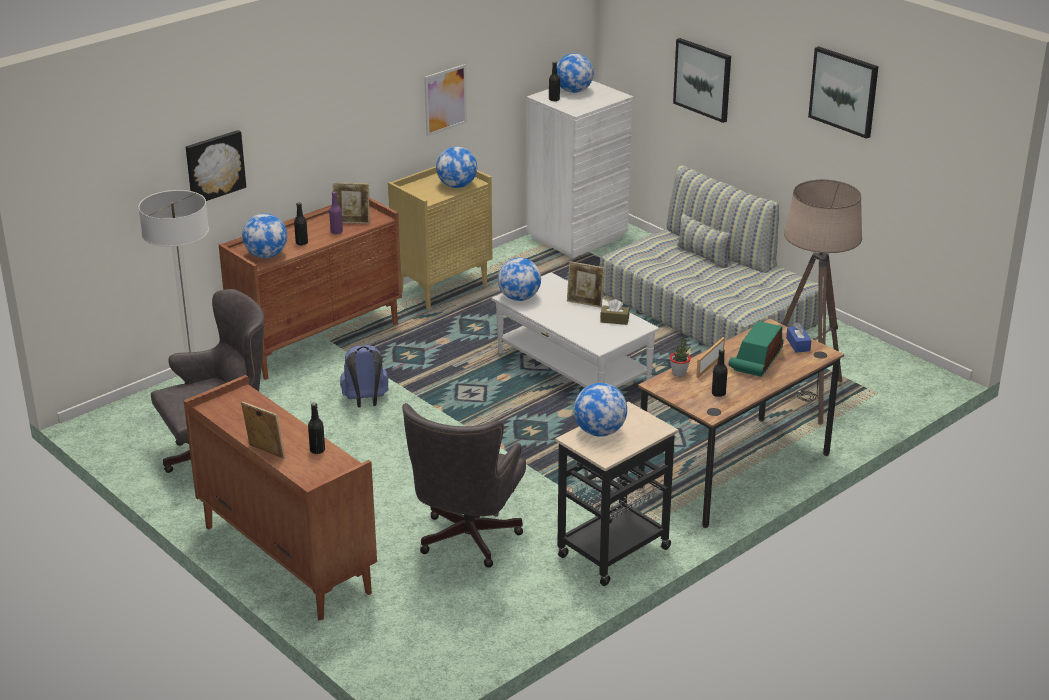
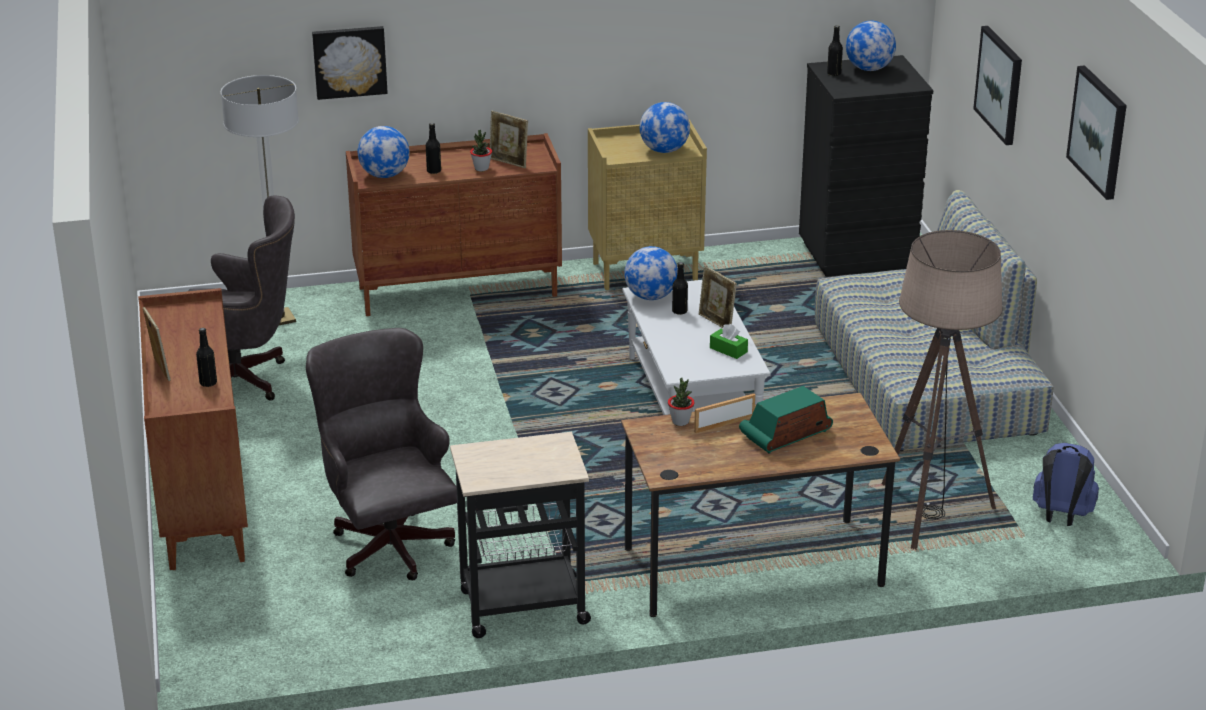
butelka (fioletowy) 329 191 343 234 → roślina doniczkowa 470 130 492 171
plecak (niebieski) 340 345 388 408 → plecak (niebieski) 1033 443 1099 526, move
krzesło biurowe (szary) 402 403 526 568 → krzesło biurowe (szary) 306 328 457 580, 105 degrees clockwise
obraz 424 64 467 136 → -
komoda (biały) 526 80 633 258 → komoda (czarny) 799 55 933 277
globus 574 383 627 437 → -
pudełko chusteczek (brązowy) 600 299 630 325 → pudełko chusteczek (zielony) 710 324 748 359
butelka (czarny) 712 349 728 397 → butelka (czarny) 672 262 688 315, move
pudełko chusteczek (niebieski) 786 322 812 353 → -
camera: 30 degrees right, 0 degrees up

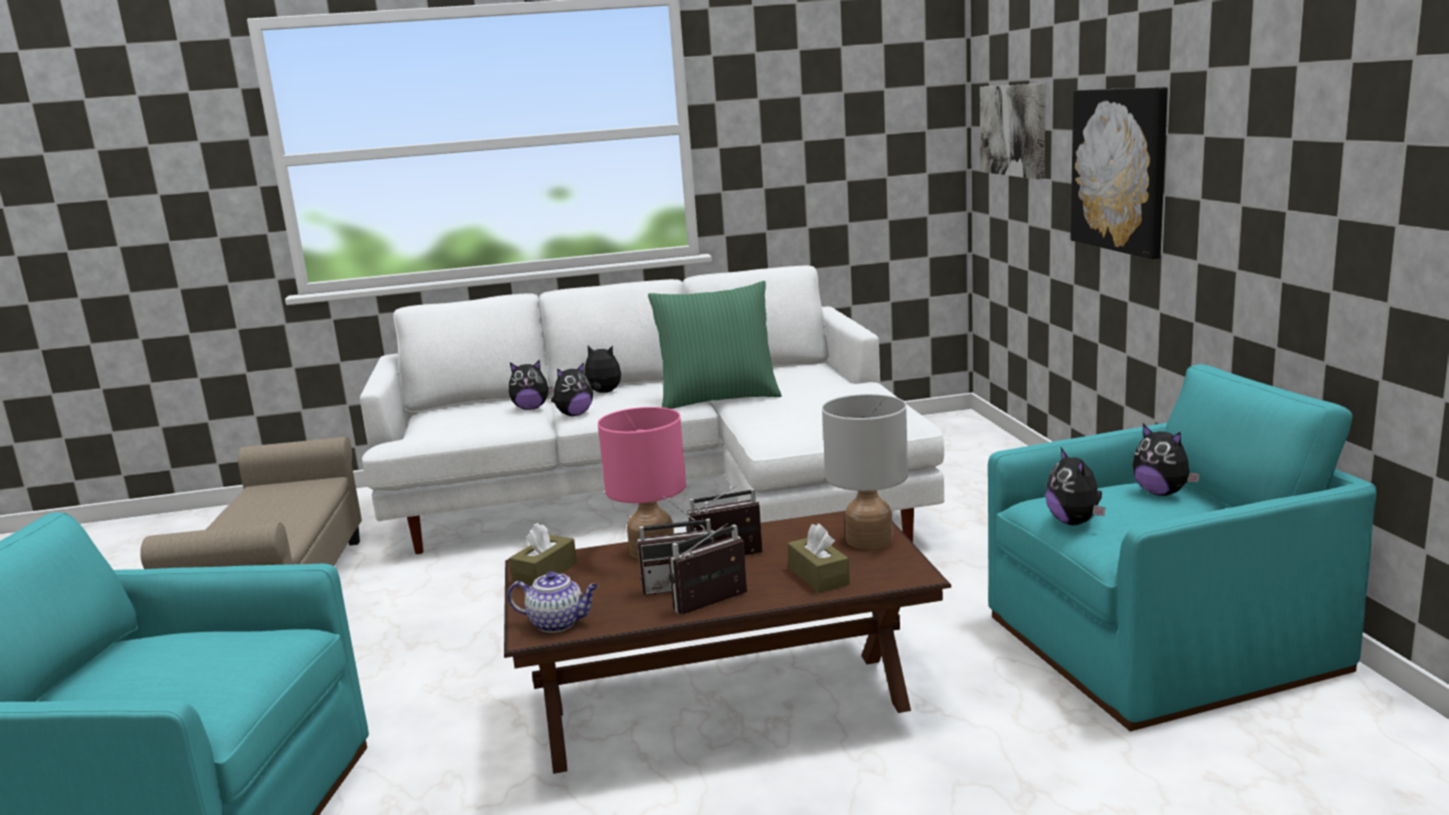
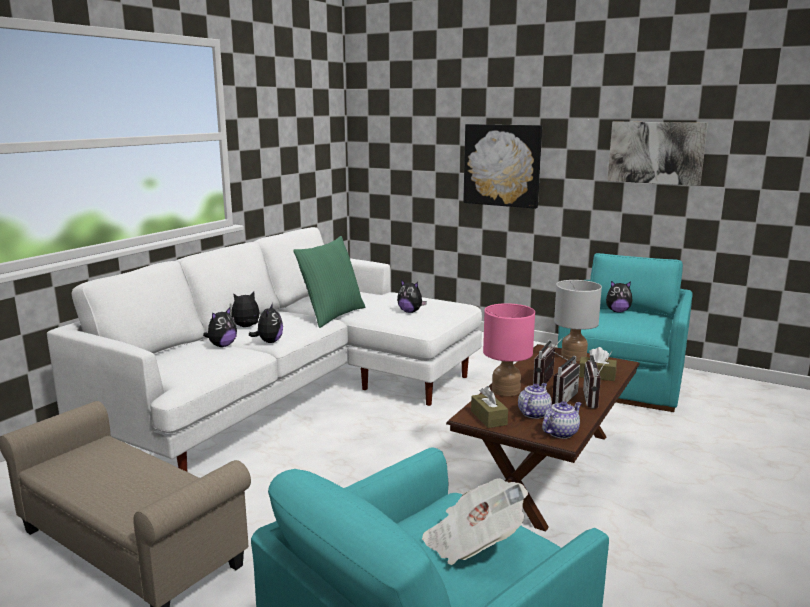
obraz 980 84 1046 179 → obraz 607 122 708 186, move
pluszak 1045 448 1105 525 → pluszak 397 280 427 313, move
- → gazeta 422 478 528 565
- → imbryk 518 383 552 419
camera: 50 degrees left, 0 degrees up

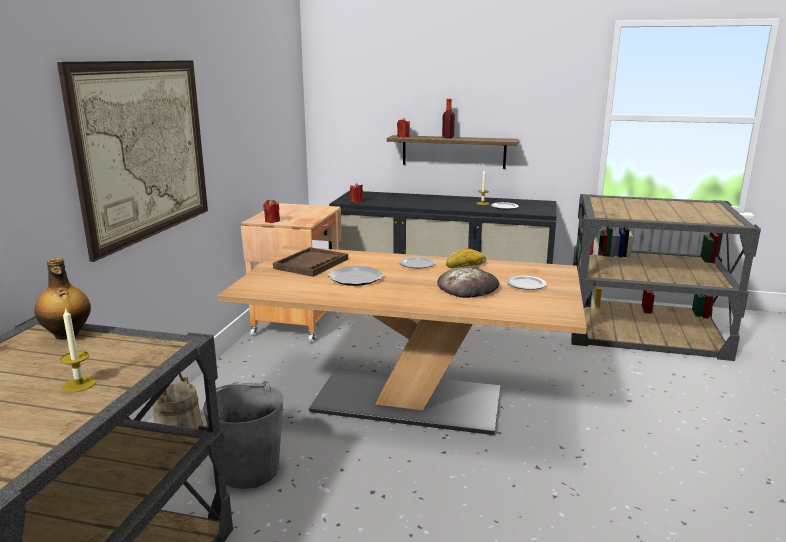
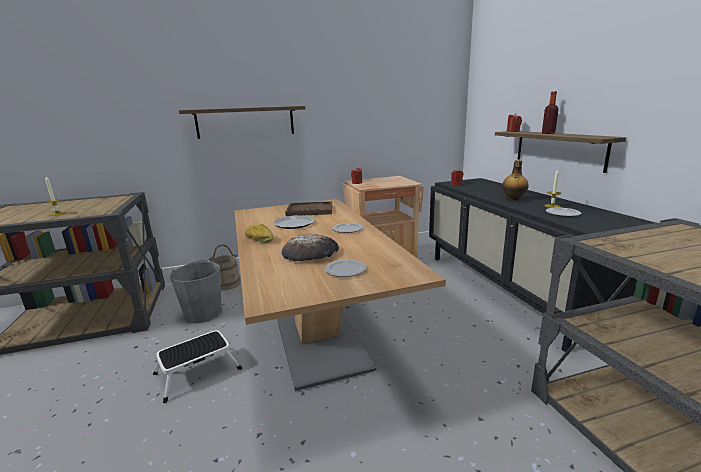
butelka 34 258 91 340 → butelka 502 160 529 201, move
obraz 57 60 208 262 → półka 179 106 305 139
chleb 446 248 486 268 → chleb 245 224 273 243, move
- → drabinka (czarny) 153 330 242 403
camera: 60 degrees right, 0 degrees up

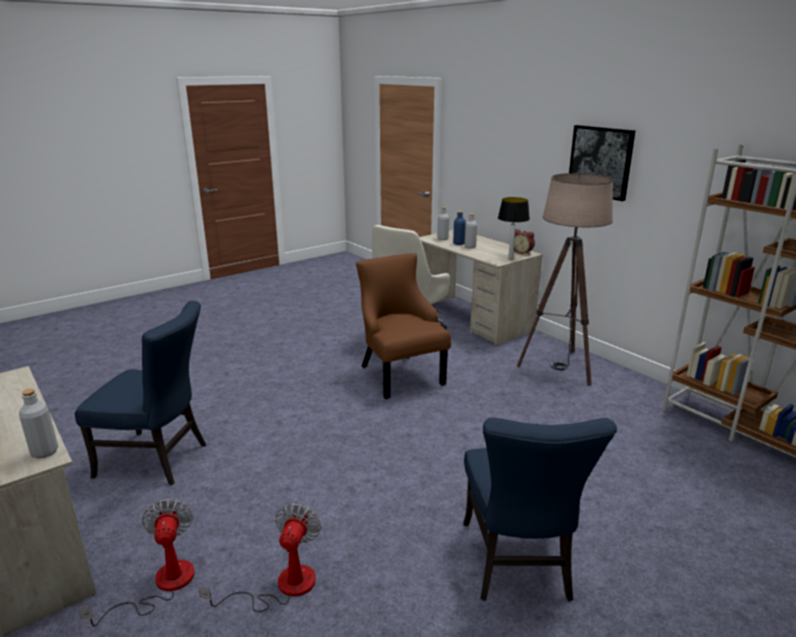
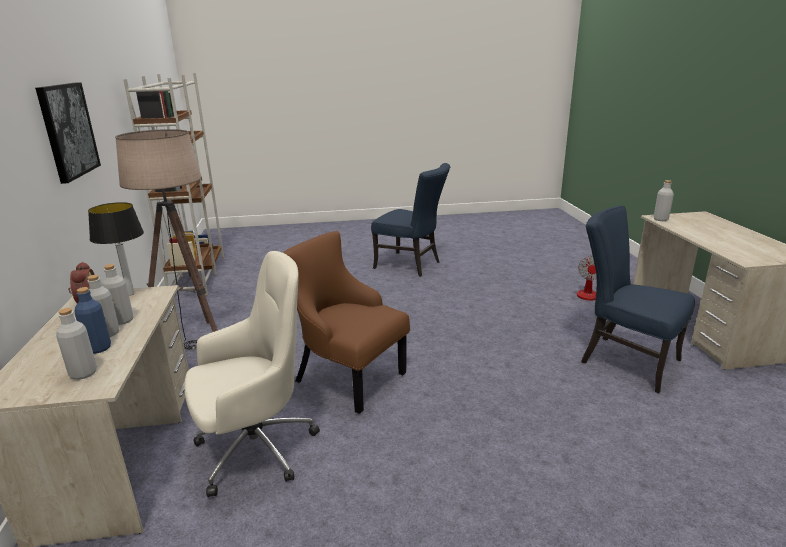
wentylator 199 503 321 612 → -
krzesło (brązowy) 356 254 451 399 → krzesło (brązowy) 283 231 410 414, 120 degrees clockwise
krzesło (niebieski) 463 418 617 602 → krzesło (niebieski) 371 163 450 277, 90 degrees clockwise
- → butelka (szary) 102 264 133 325
camera: 150 degrees left, 0 degrees up

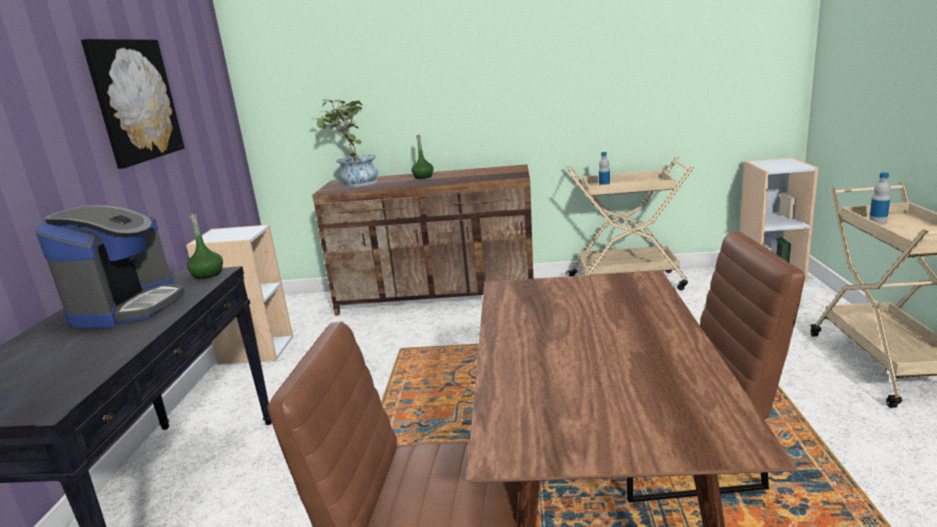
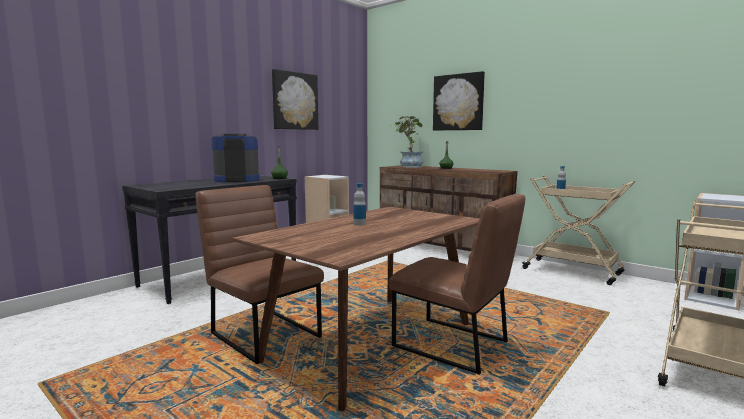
ekspres do kawy 36 205 185 328 → ekspres do kawy 211 134 259 182, 150 degrees counterclockwise
butelka 869 172 891 225 → butelka 353 183 366 226, move
- → obraz 433 71 485 130
camera: 35 degrees right, 10 degrees down

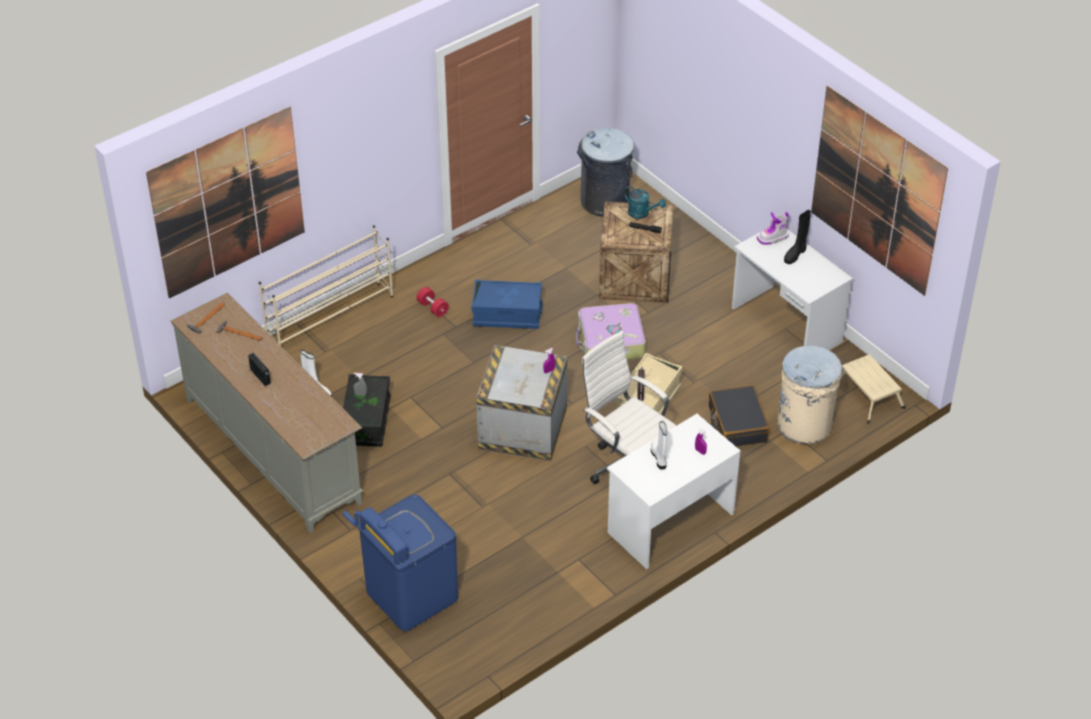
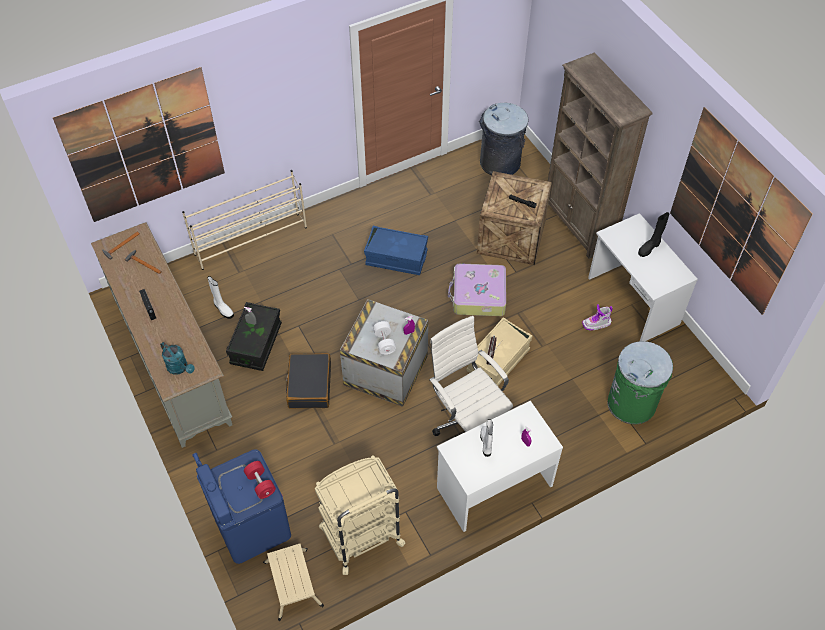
hantel (czerwony) 416 287 449 317 → hantel (czerwony) 244 461 276 499, move
konewka (turkusowy) 624 186 666 219 → konewka (turkusowy) 160 342 195 375, move
walizka (czarny) 709 385 769 447 → walizka (czarny) 285 353 331 408, move
but z cholewką 757 212 789 245 → but z cholewką 582 304 613 330, move
kosz na śmieci (beżowy) 777 345 842 444 → kosz na śmieci (zielony) 608 341 673 424
drabinka (beżowy) 841 354 906 424 → drabinka (beżowy) 263 544 324 621, move
- → wózek (beżowy) 315 455 405 575
- → hantel (biały) 373 321 396 355
- → regał (brązowy) 548 53 652 258
camera: 10 degrees right, 10 degrees up

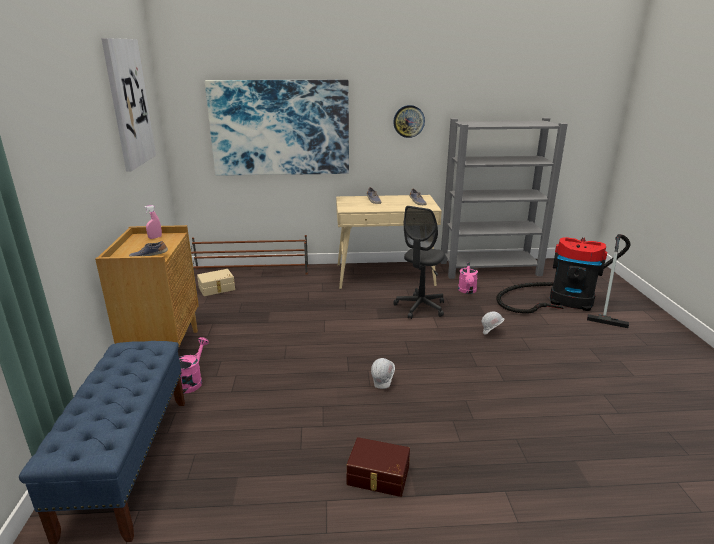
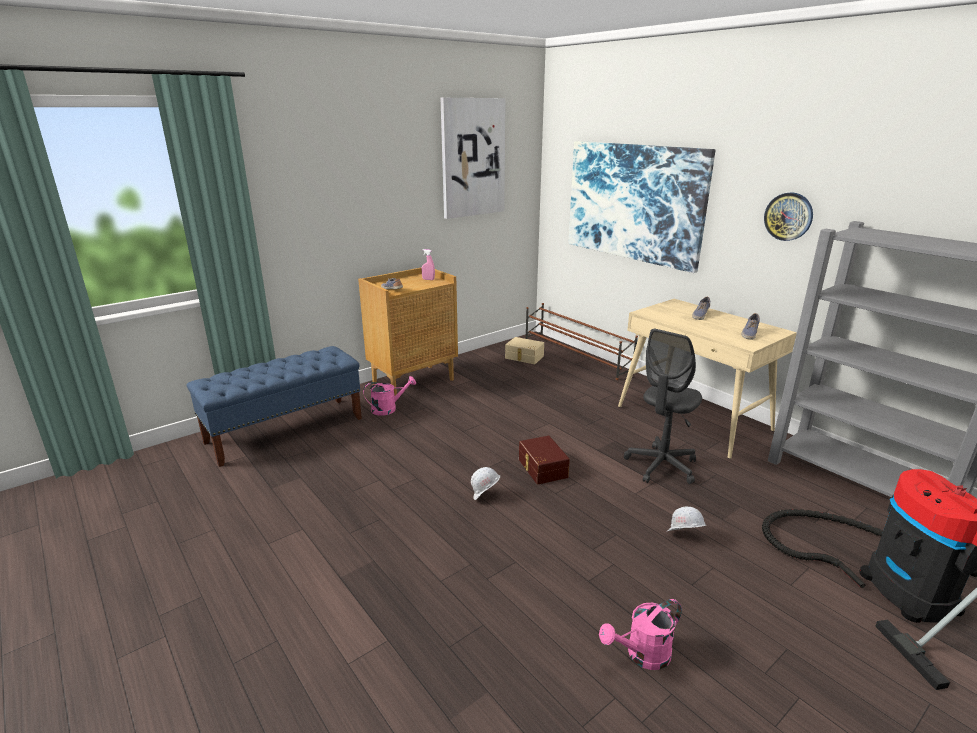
pojemnik do przechowywania (brązowy) 346 437 410 497 → pojemnik do przechowywania (brązowy) 519 436 570 484, move
krzesło biurowe (szary) 393 206 445 319 → krzesło biurowe (szary) 624 329 702 484, 45 degrees counterclockwise
konewka (różowy) 458 262 478 294 → konewka (różowy) 599 599 682 670, move
camera: 55 degrees right, 0 degrees up

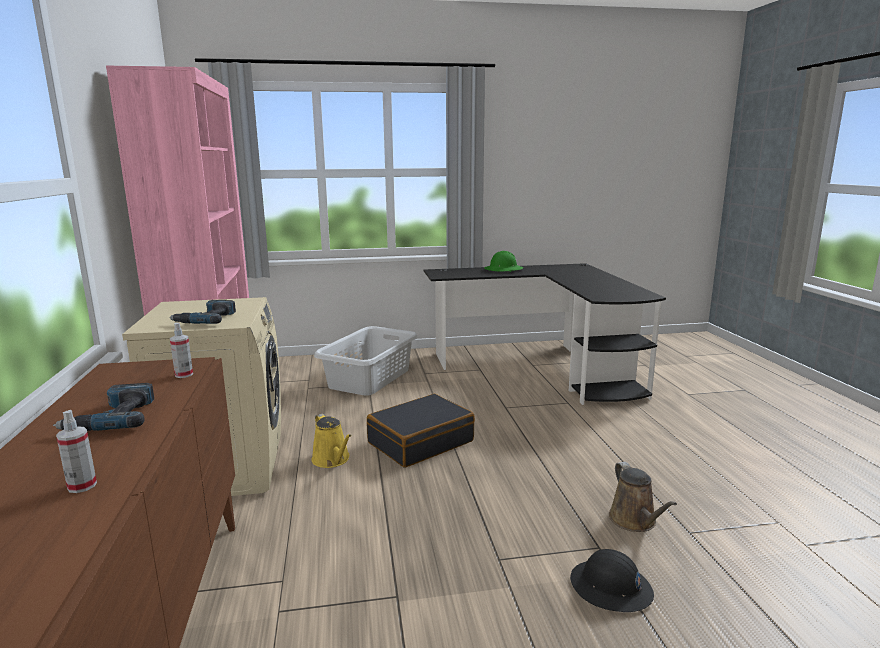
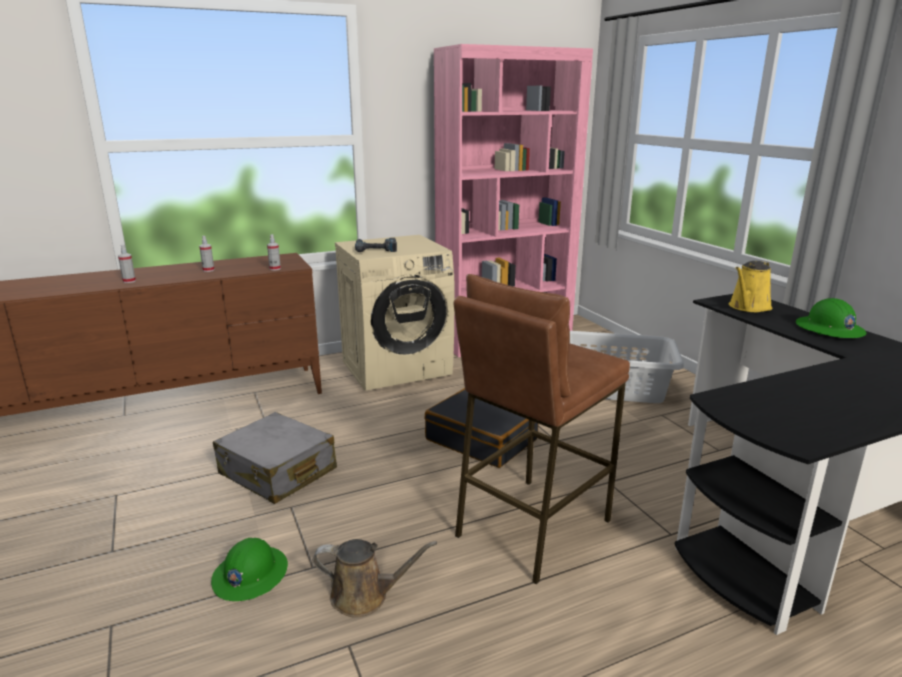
wiertarka 53 383 154 431 → spryskiwacz 199 236 214 272
konewka (żółty) 312 413 352 468 → konewka (żółty) 729 261 772 312, move
kask (czarny) 570 549 654 612 → kask (zielony) 211 538 288 601
konewka (brązowy) 609 462 677 532 → konewka (brązowy) 312 539 437 618, 150 degrees counterclockwise
- → walizka (szary) 213 412 337 504
- → stołek (brązowy) 454 274 630 584
camera: 75 degrees right, 5 degrees up

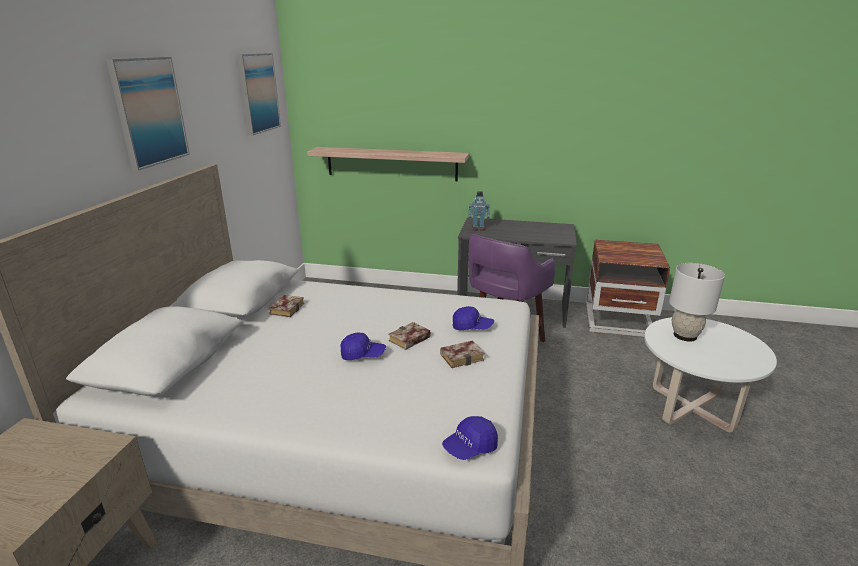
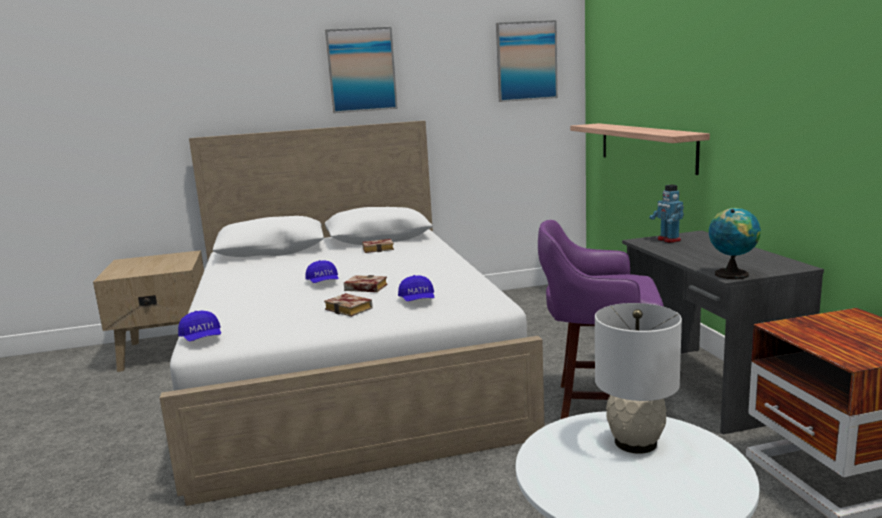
czapka z daszkiem (niebieski) 442 416 498 460 → czapka z daszkiem (niebieski) 178 311 221 341, 150 degrees counterclockwise
- → globus 709 208 761 279
camera: 65 degrees right, 10 degrees down

